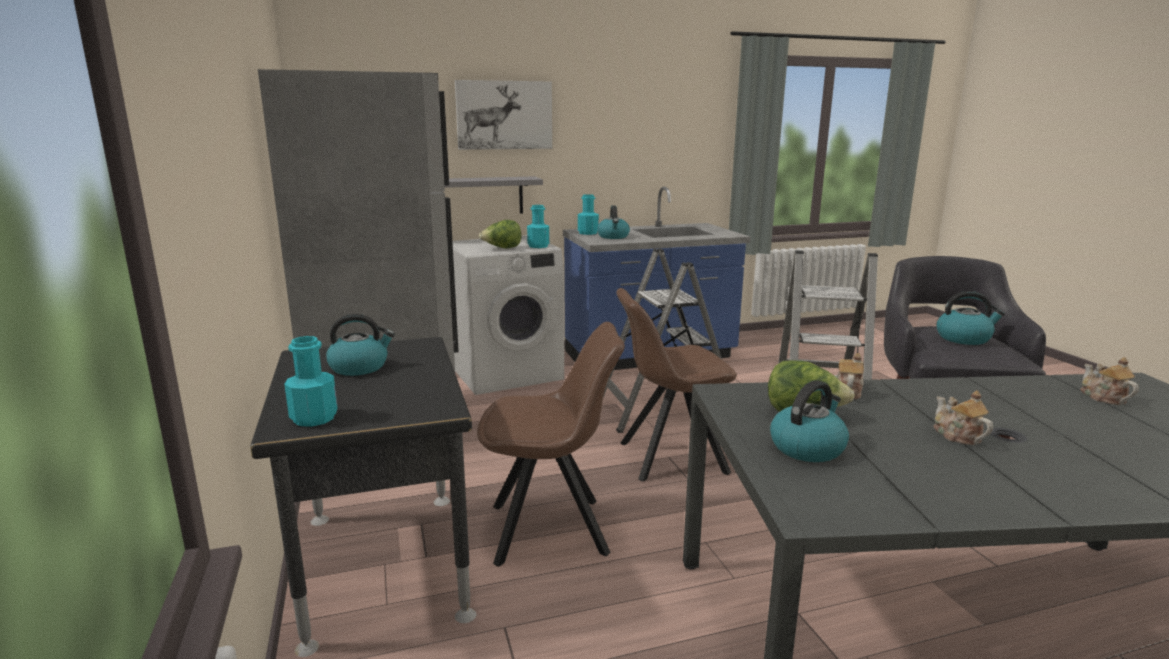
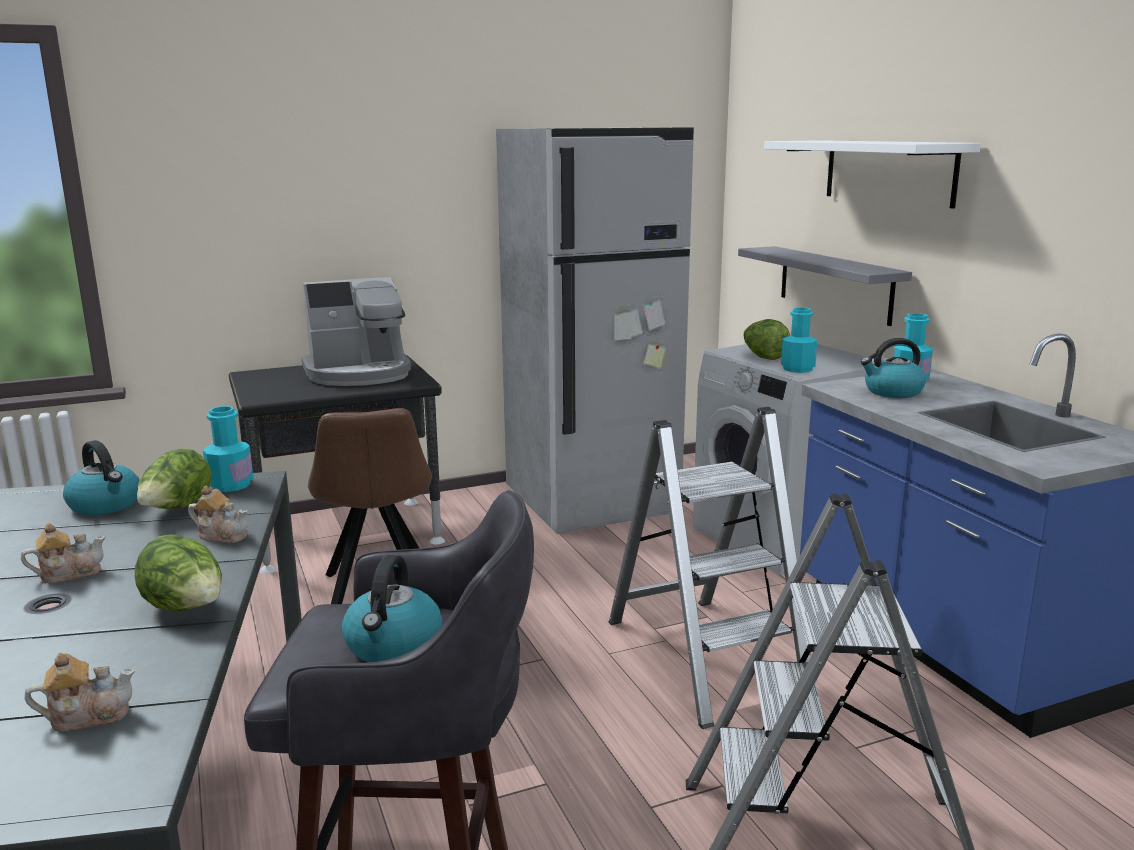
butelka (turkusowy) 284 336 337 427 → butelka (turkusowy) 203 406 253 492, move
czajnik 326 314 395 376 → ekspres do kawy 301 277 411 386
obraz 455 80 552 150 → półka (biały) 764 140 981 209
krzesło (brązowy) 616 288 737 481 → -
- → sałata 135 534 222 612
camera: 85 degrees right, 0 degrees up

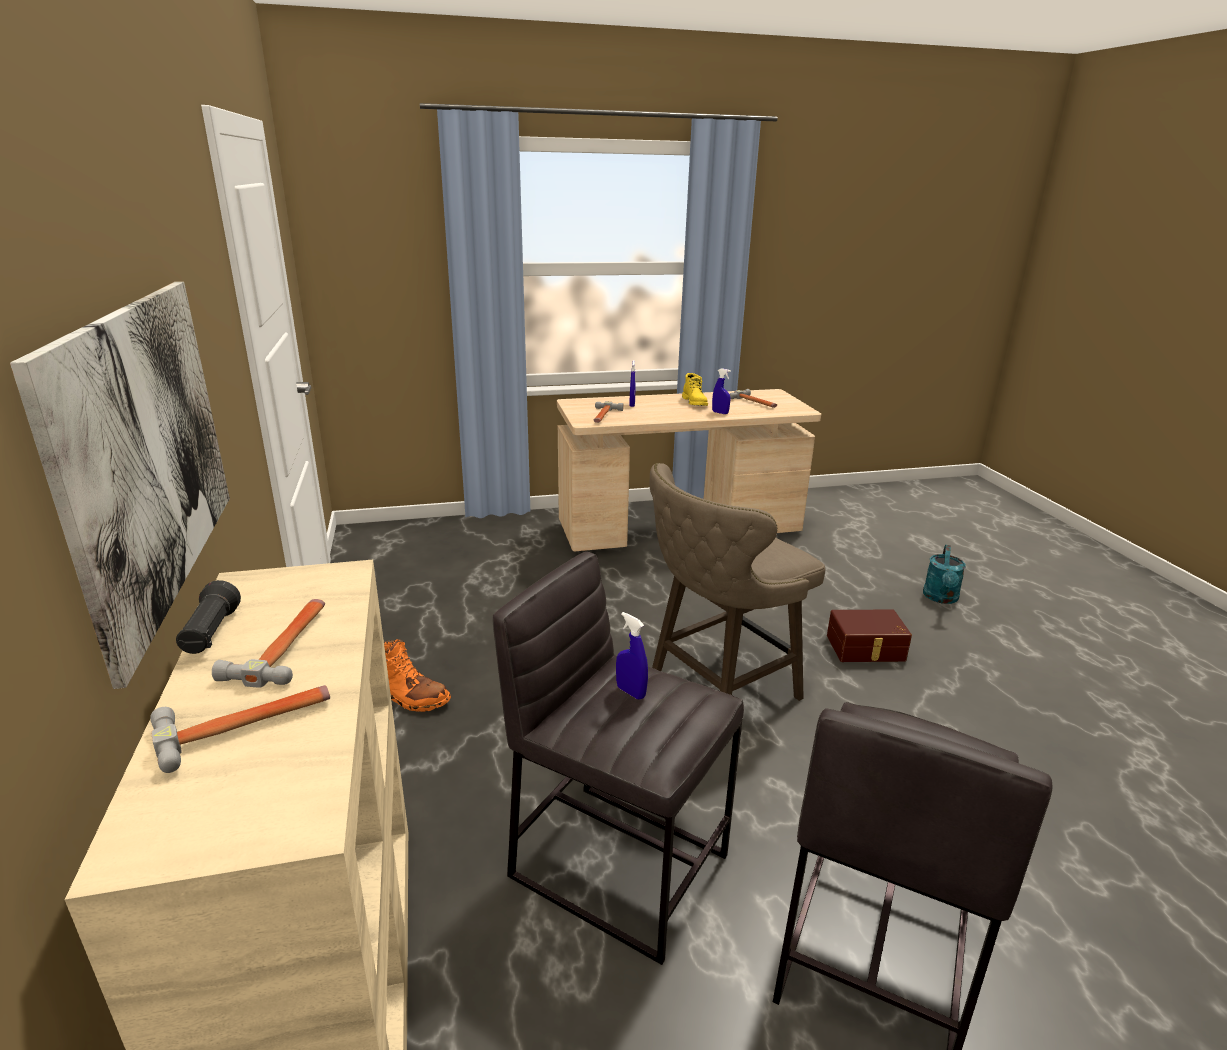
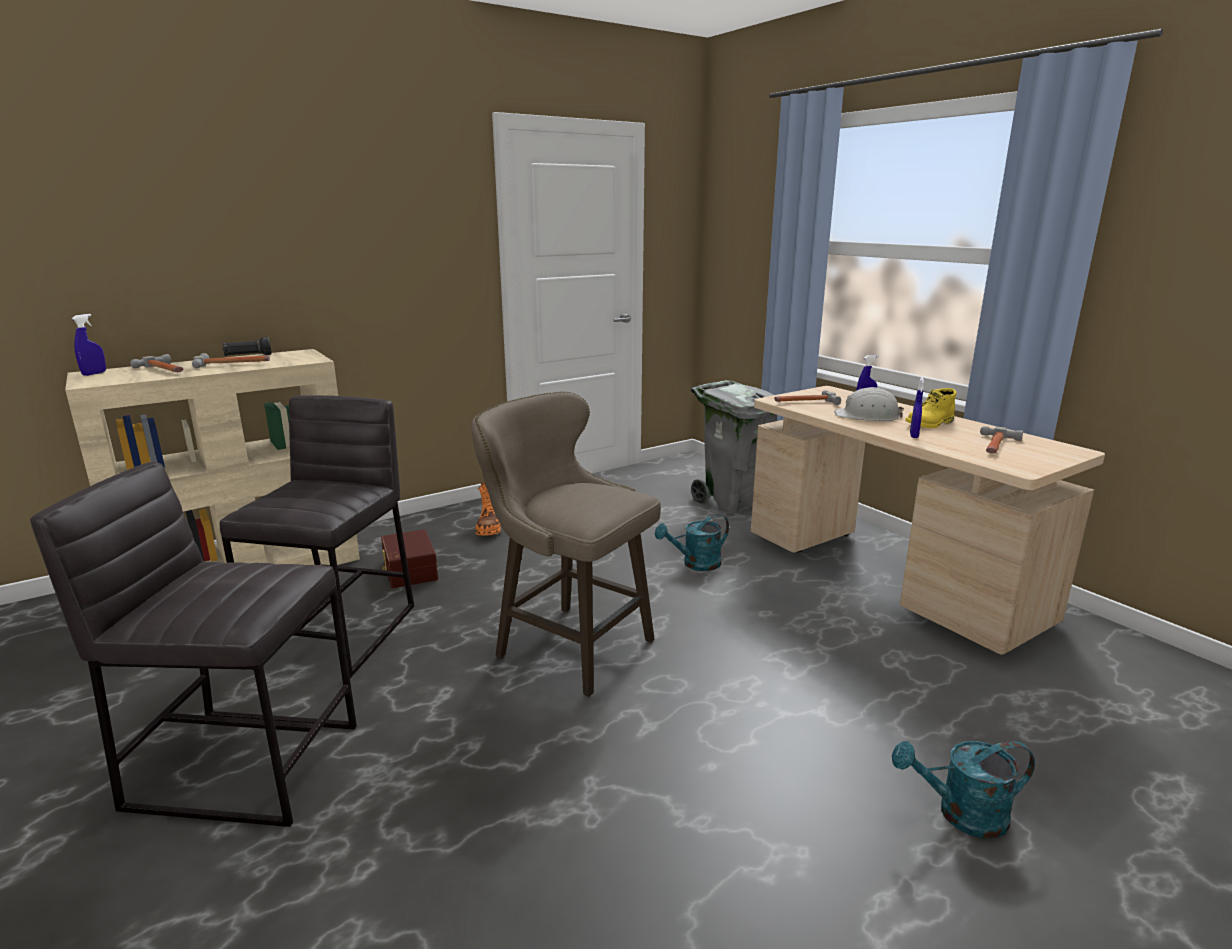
obraz 10 282 230 689 → -
spryskiwacz (niebieski) 616 612 648 700 → spryskiwacz (niebieski) 72 314 106 376, move
pojemnik do przechowywania (brązowy) 827 609 912 662 → pojemnik do przechowywania (brązowy) 381 529 438 588, move
- → konewka (turkusowy) 655 514 729 571
- → kosz na śmieci (szary) 691 380 777 514
- → kask (biały) 834 387 904 421
camera: 70 degrees right, 5 degrees down

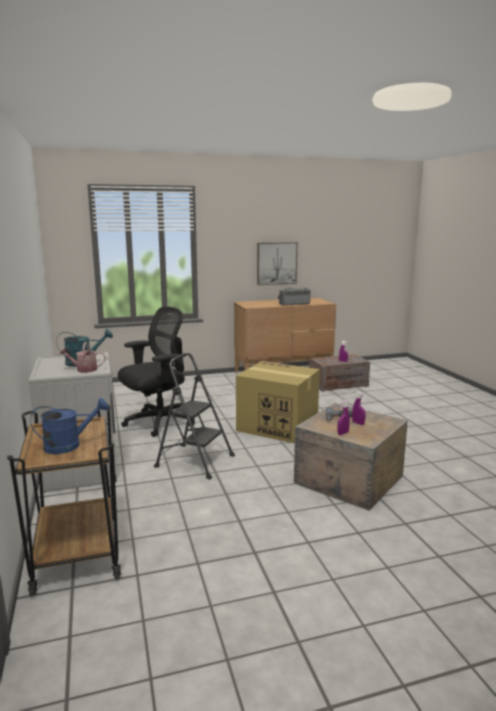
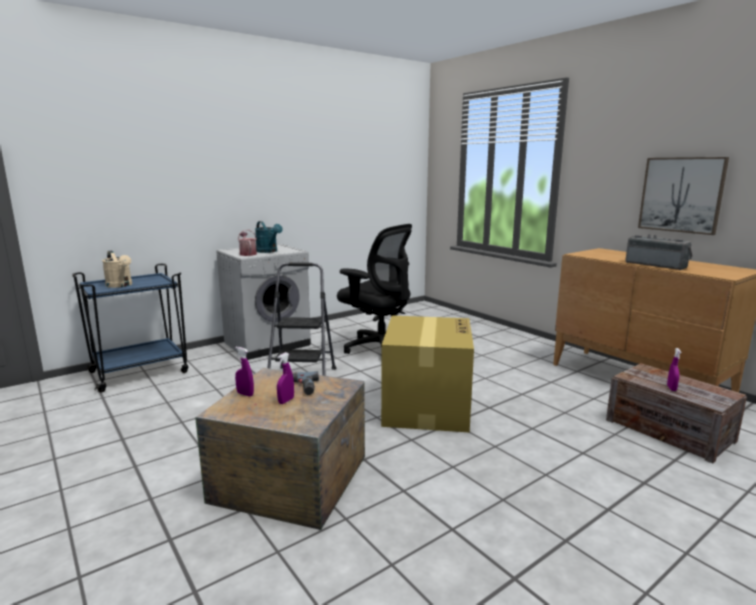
wózek (brązowy) 7 405 121 595 → wózek (niebieski) 72 264 188 392
konewka (niebieski) 30 398 109 454 → konewka (beżowy) 102 251 132 288
camera: 70 degrees right, 0 degrees up

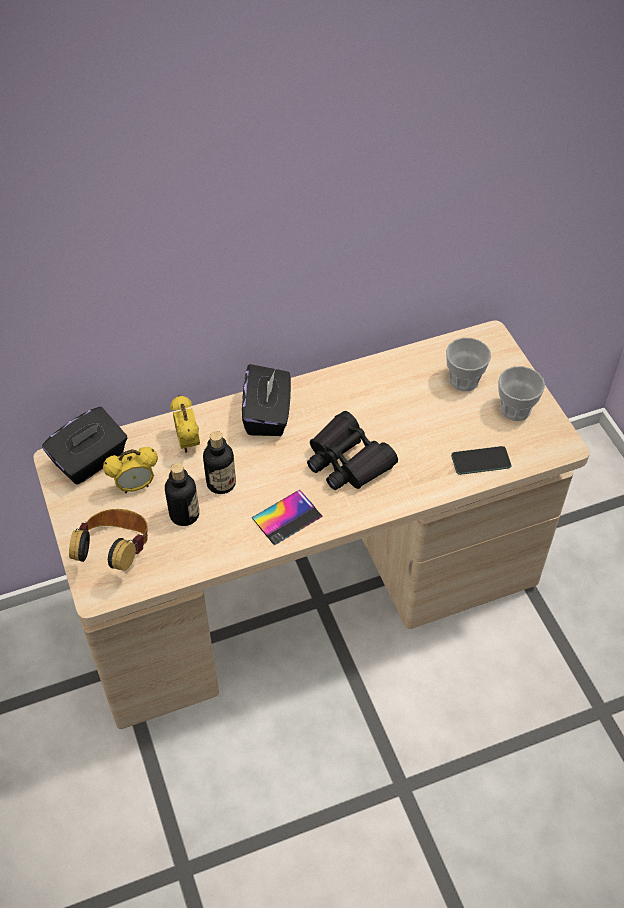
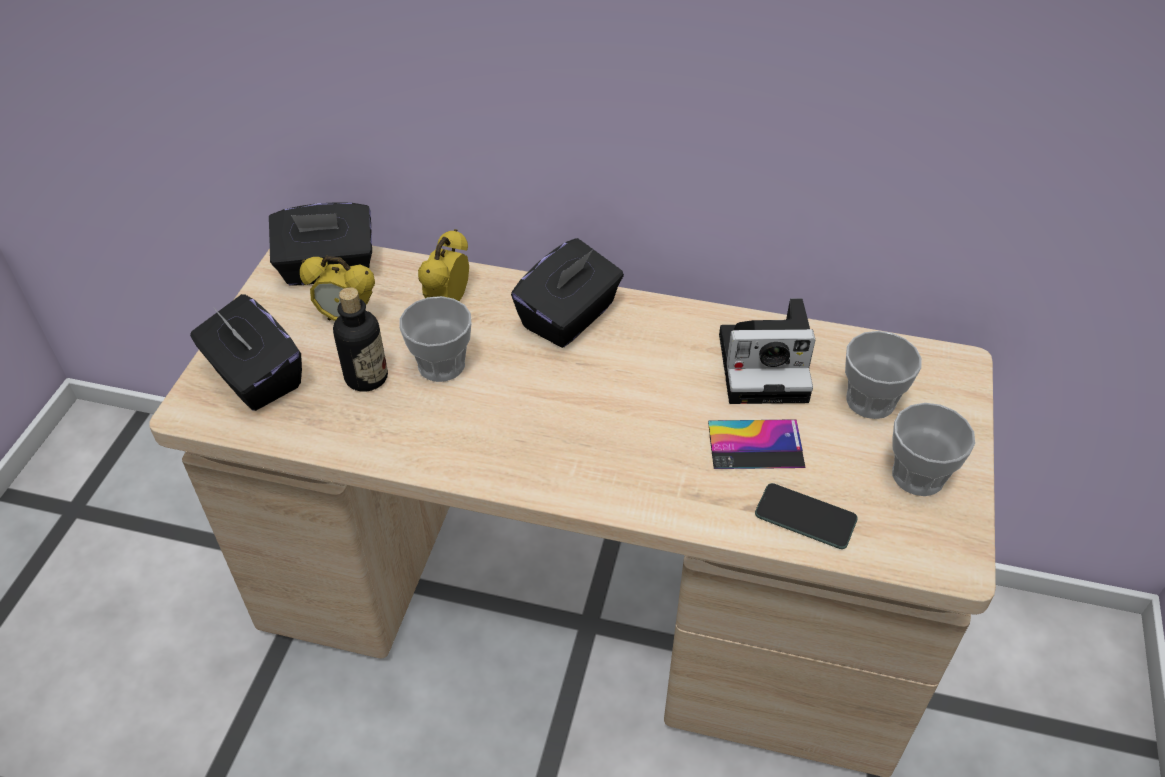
słuchawki 69 509 148 570 → pudełko chusteczek (czarny) 190 294 302 411
butelka 203 431 236 494 → filiżanka 399 296 471 382
telefon 252 489 323 545 → telefon 708 419 805 469, move
lornetka (czarny) 307 411 398 490 → -
- → aparat fotograficzny 719 298 815 404
camera: 35 degrees right, 5 degrees down

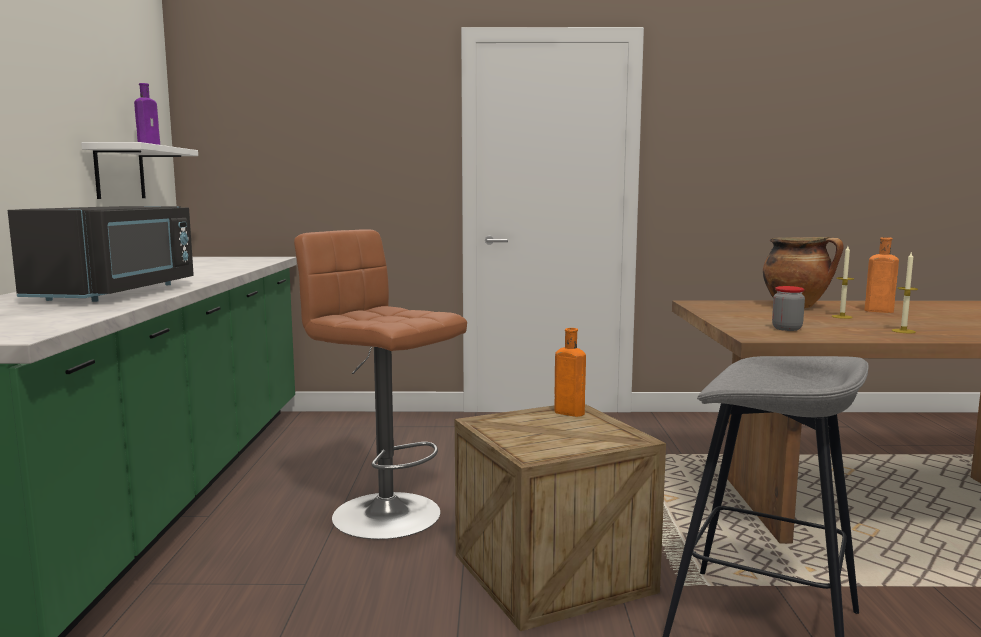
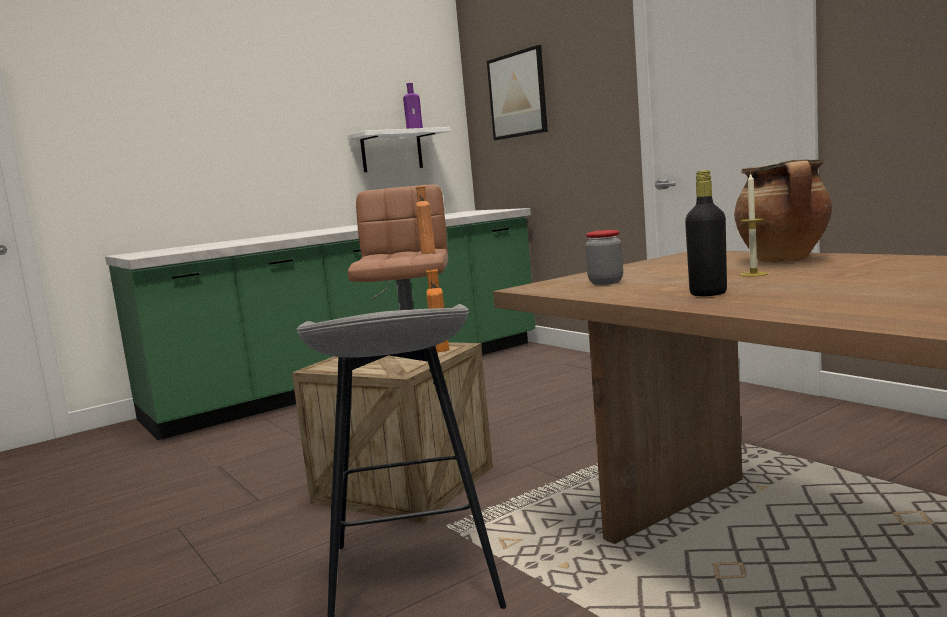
mikrofalówka (czarny) 8 206 194 302 → -
butelka (pomarańczowy) 864 237 899 313 → butelka (pomarańczowy) 416 186 435 254, move
świeca 892 253 918 333 → butelka (czarny) 685 170 727 296
- → obraz 487 45 548 141
camera: 55 degrees right, 0 degrees up

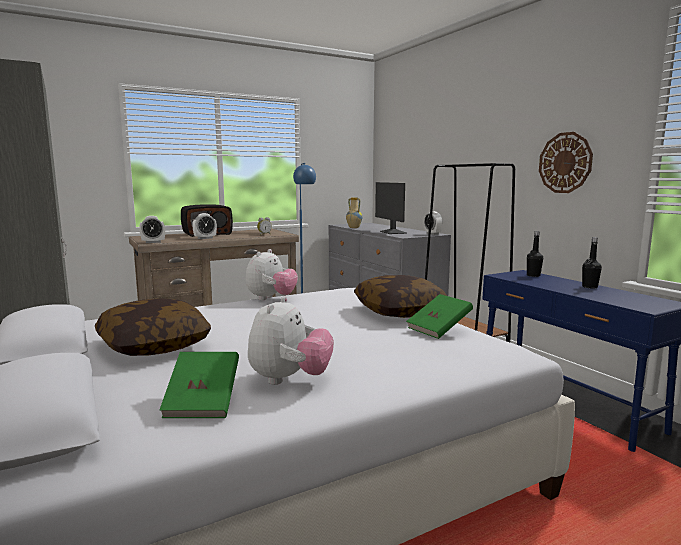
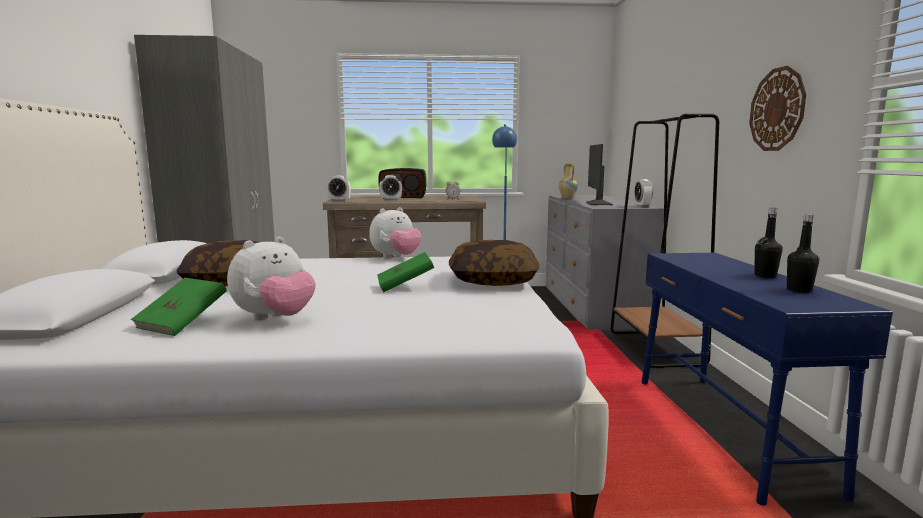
książka (zielony) 406 294 473 339 → książka (zielony) 377 252 434 292, move
butelka (czarny) 527 231 543 277 → butelka (czarny) 787 214 819 293, move
camera: 25 degrees right, 0 degrees up

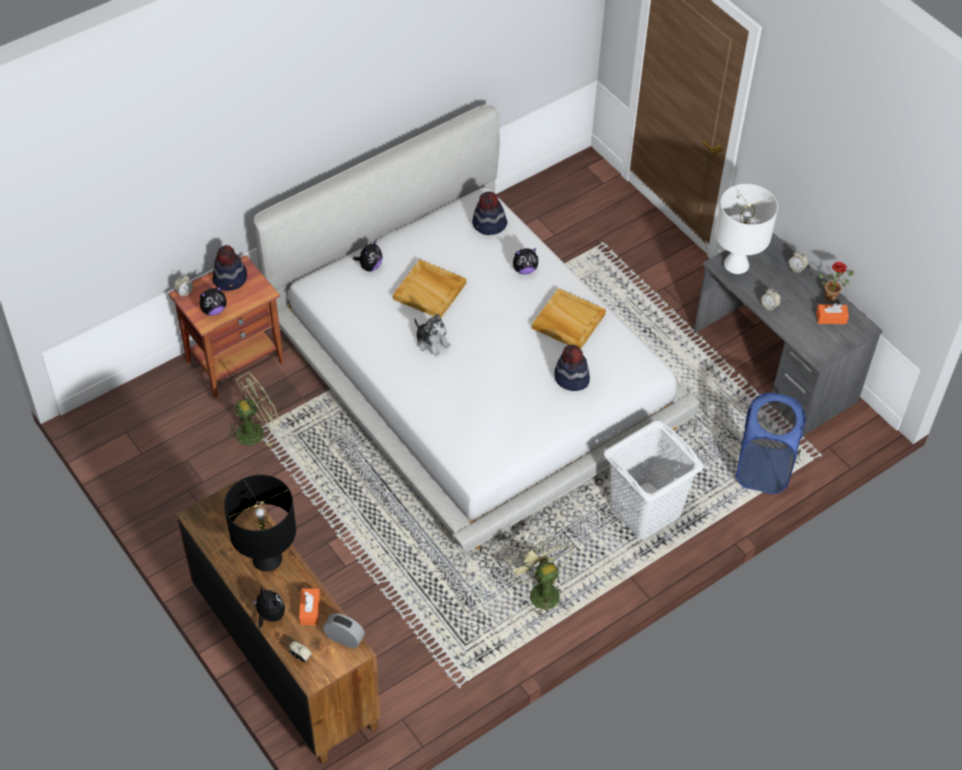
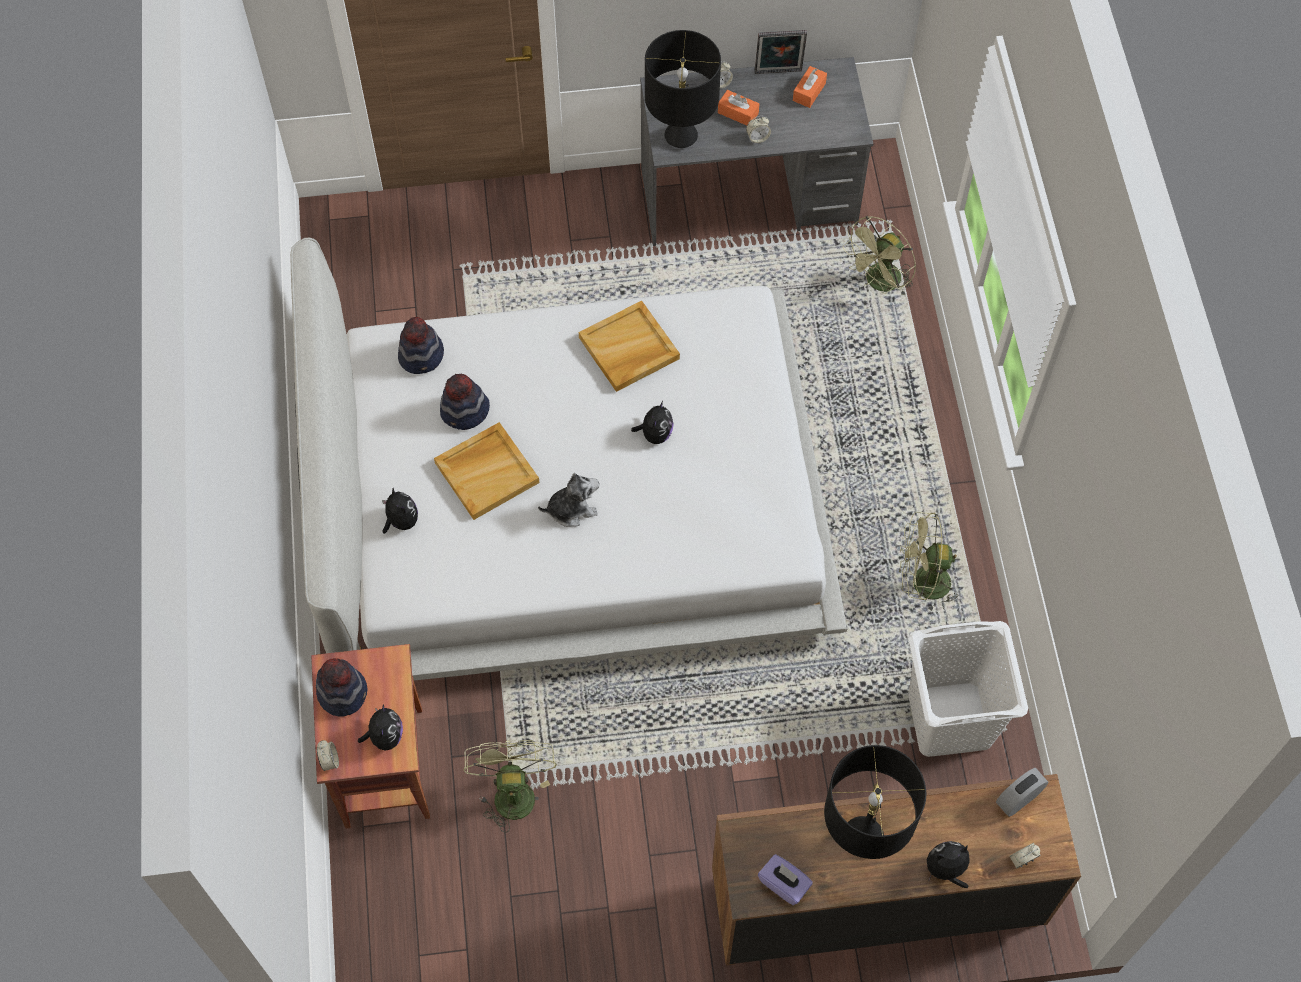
pudełko chusteczek (pomarańczowy) 299 588 320 625 → pudełko chusteczek (pomarańczowy) 718 90 759 125, move
pluszak 513 248 539 274 → pluszak 631 401 674 444, move
kapelusz 554 345 590 391 → kapelusz 440 374 490 430, move
kosz na pranie (biały) 604 420 704 539 → kosz na pranie (biały) 908 621 1028 757, move
lampa stołowa (biały) 715 184 778 274 → lampa stołowa (czarny) 645 30 721 148
kosz na pranie (niebieski) 735 393 806 494 → wentylator (zielony) 843 216 916 296
roślina doniczkowa 819 262 854 301 → ramka na zdjęcie 755 30 807 74
- → pudełko chusteczek (fioletowy) 758 854 813 905
camera: 60 degrees left, 10 degrees up

